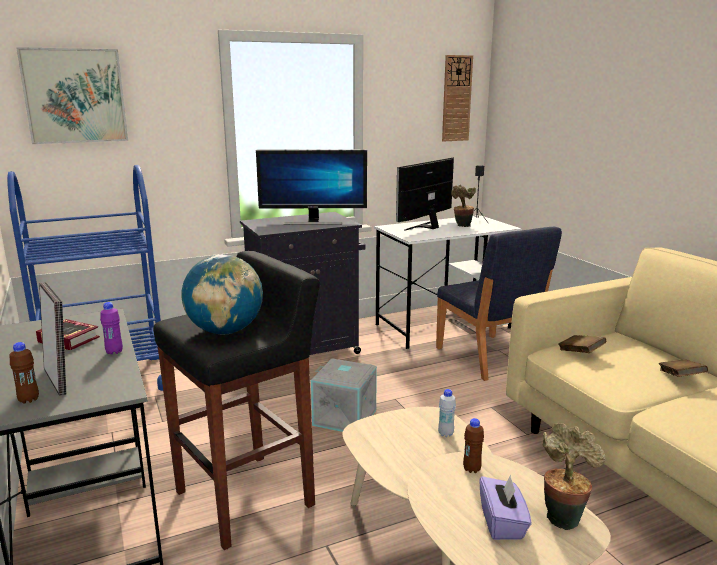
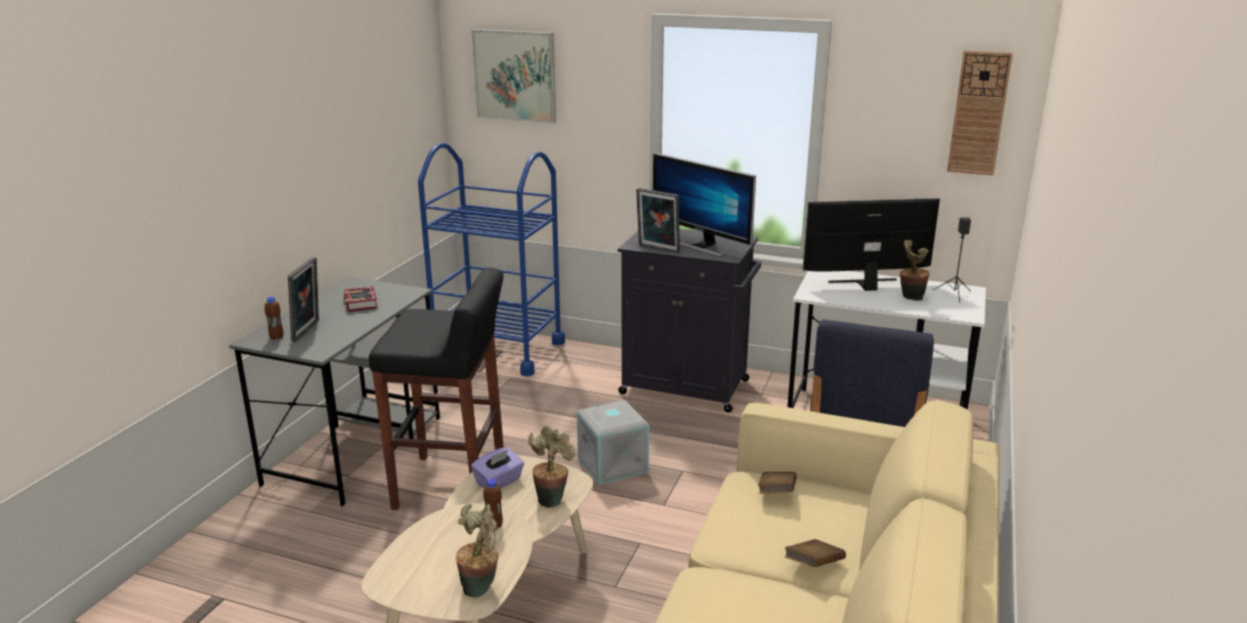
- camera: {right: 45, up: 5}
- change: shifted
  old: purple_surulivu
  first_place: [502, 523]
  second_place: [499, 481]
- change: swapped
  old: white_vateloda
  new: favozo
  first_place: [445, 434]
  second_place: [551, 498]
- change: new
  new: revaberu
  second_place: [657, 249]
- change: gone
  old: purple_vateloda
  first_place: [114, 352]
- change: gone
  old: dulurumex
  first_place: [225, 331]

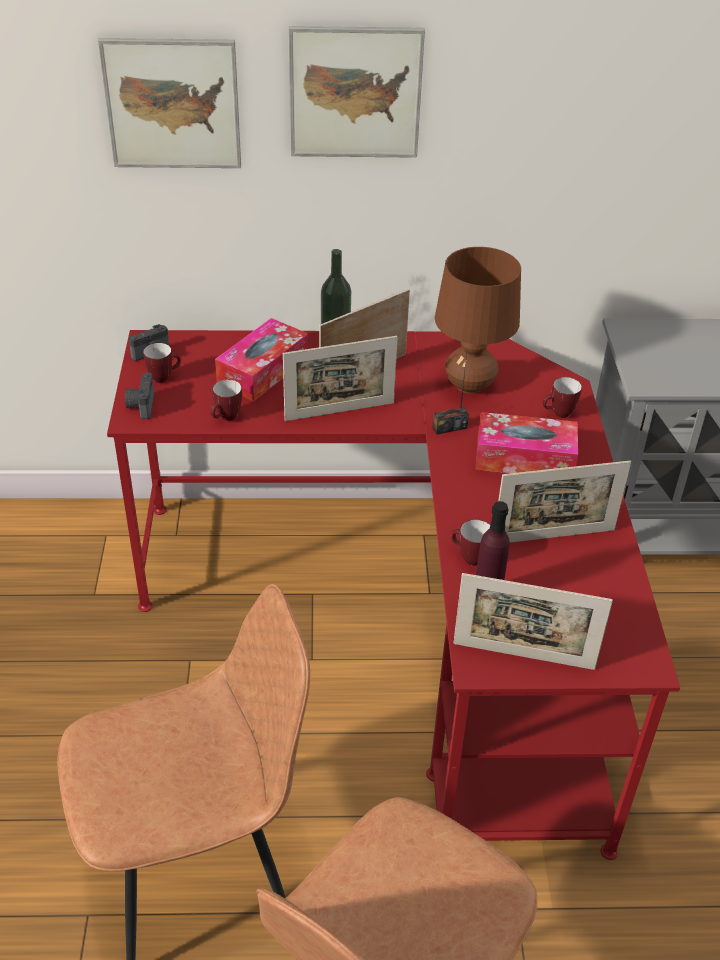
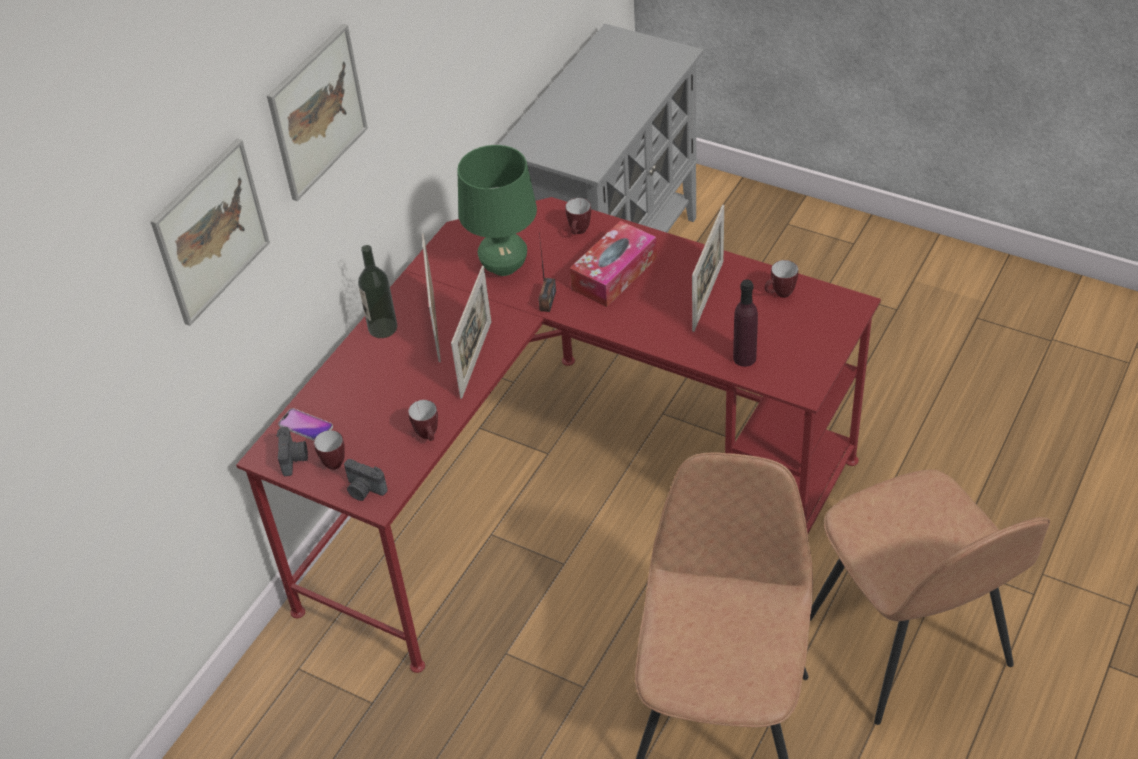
- camera: {right: -55, up: 5}
- change: new
  new: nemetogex
  second_place: [305, 426]
- change: repainted
  old: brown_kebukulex
  new: green_kebukulex
  first_place: [469, 385]
  second_place: [504, 267]
- change: shifted
  old: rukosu
  first_place: [468, 558]
  second_place: [780, 295]
- change: gone
  old: surulivu
  first_place: [263, 371]
- change: gone
  old: revaberu
  first_place: [523, 656]

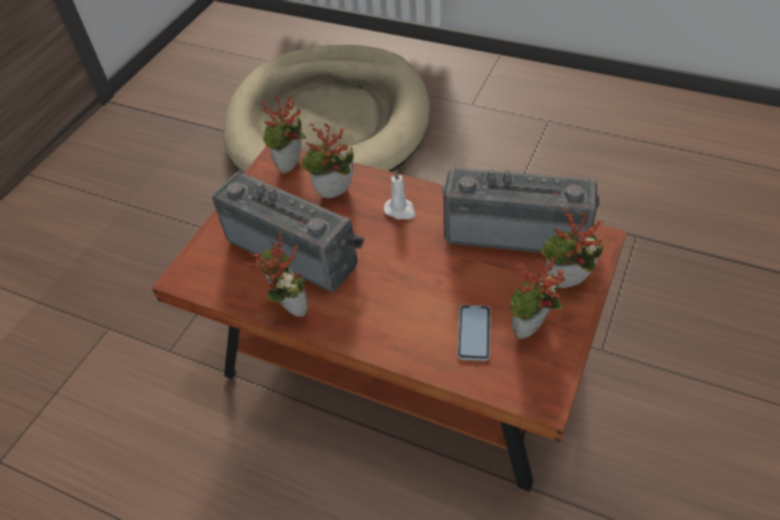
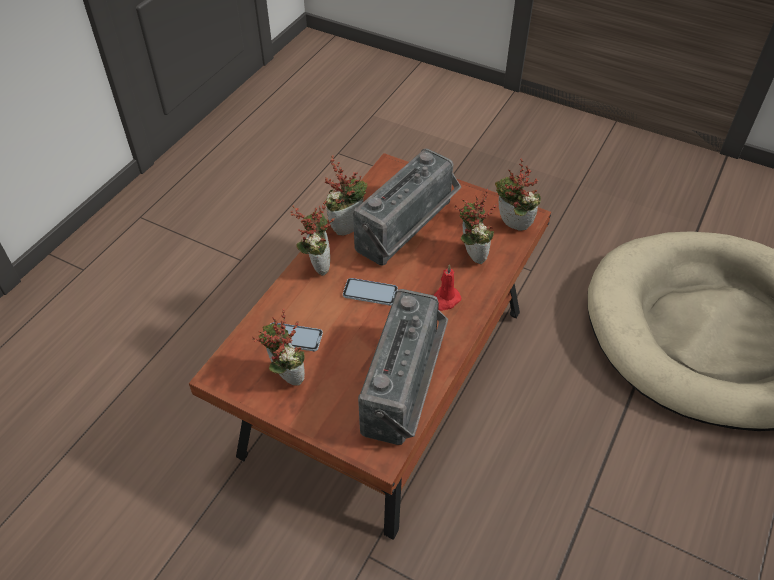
- camera: {right: 90, up: 0}
- change: shifted
  old: favozo
  first_place: [566, 286]
  second_place: [317, 264]
- change: new
  new: nemetogex
  second_place: [370, 292]
- change: repainted
  old: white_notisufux
  new: red_notisufux
  first_place: [400, 210]
  second_place: [445, 300]

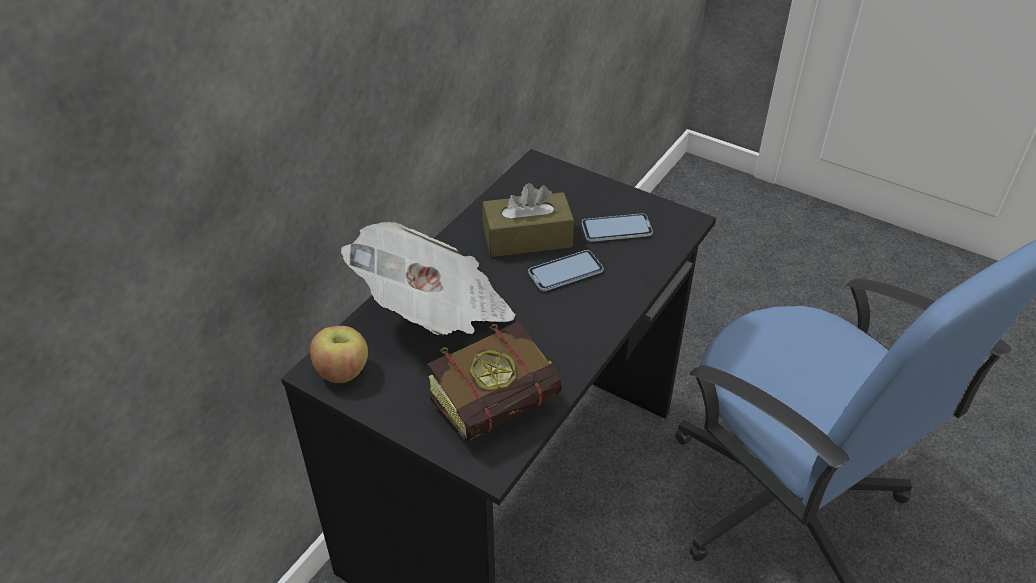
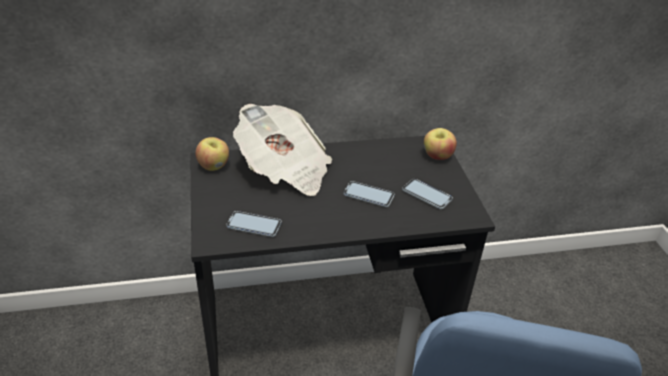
- camera: {right: 45, up: -5}
- change: swapped
  old: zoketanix
  new: nemetogex
  first_place: [506, 402]
  second_place: [254, 225]
- change: new
  new: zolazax
  second_place: [437, 156]
- change: gone
  old: brown_surulivu
  first_place: [527, 238]

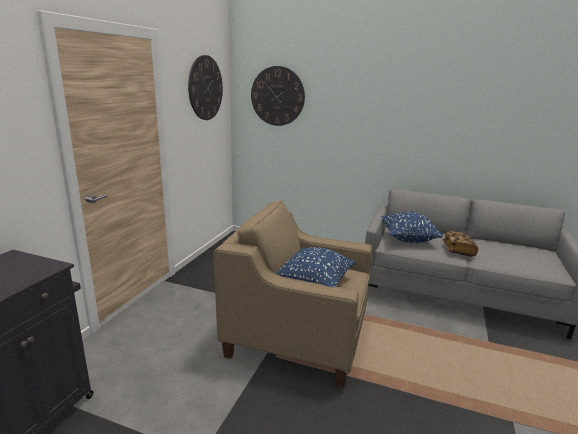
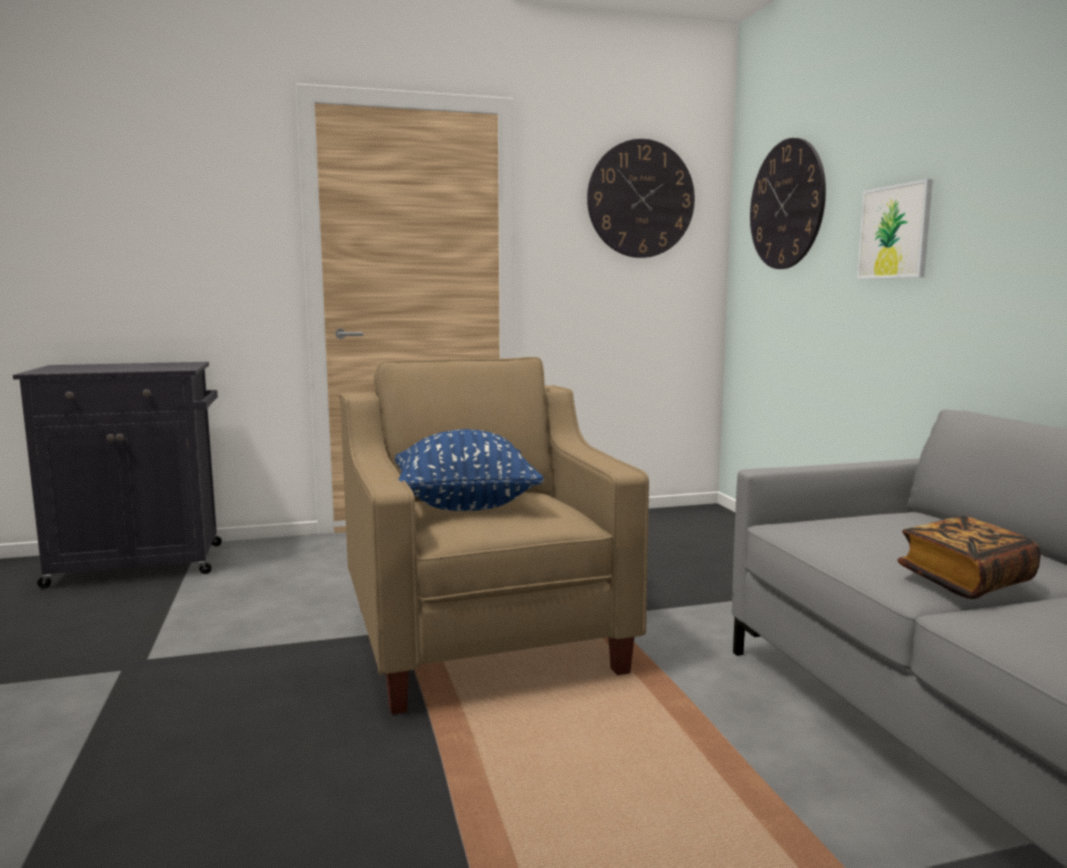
- camera: {right: 55, up: -10}
- change: new
  new: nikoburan
  second_place: [894, 232]
- change: gone
  old: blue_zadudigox
  first_place: [408, 239]

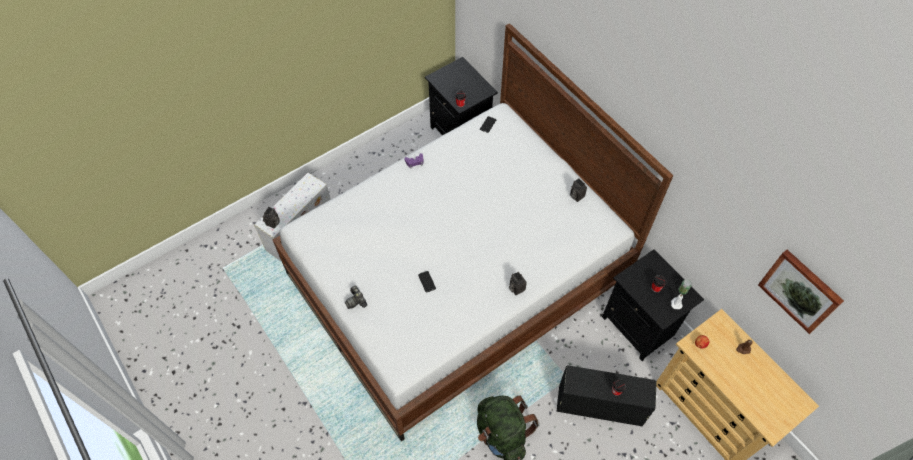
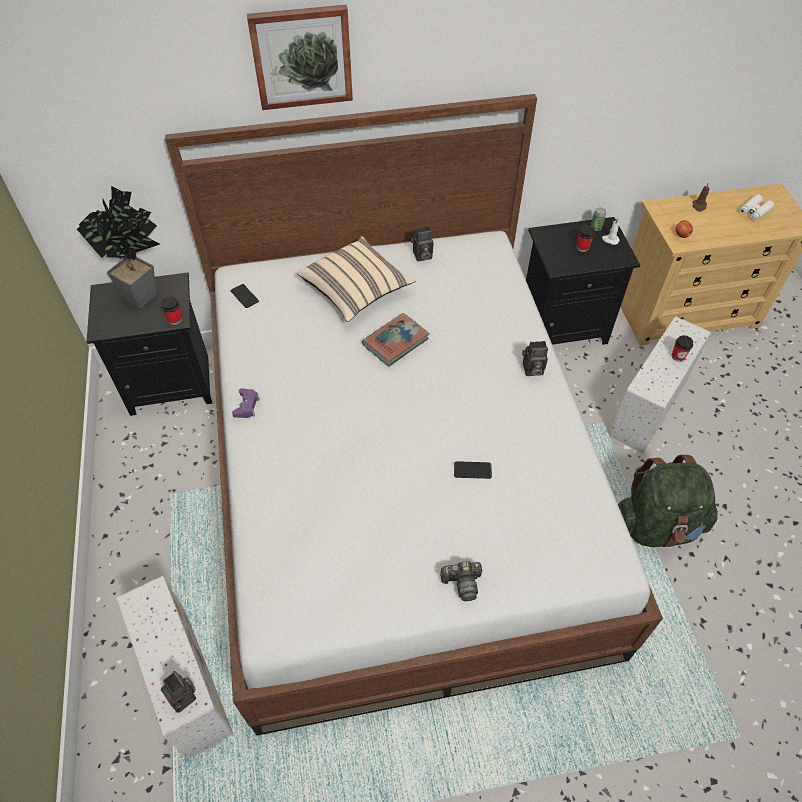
- camera: {right: -65, up: -5}
- change: new
  new: favozo
  second_place: [146, 295]
- change: shifted
  old: nikoburan
  first_place: [800, 290]
  second_place: [302, 57]
- change: new
  new: beige_zadudigox
  second_place: [356, 290]
- change: new
  new: zoketanix
  second_place: [395, 342]
- change: repainted
  old: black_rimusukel
  new: white_rimusukel
  first_place: [598, 405]
  second_place: [648, 407]
- change: new
  new: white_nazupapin
  second_place: [754, 211]

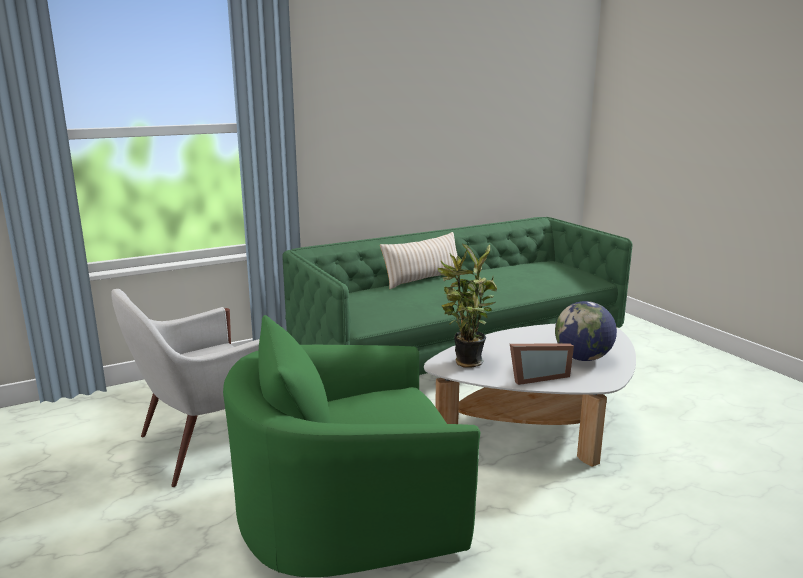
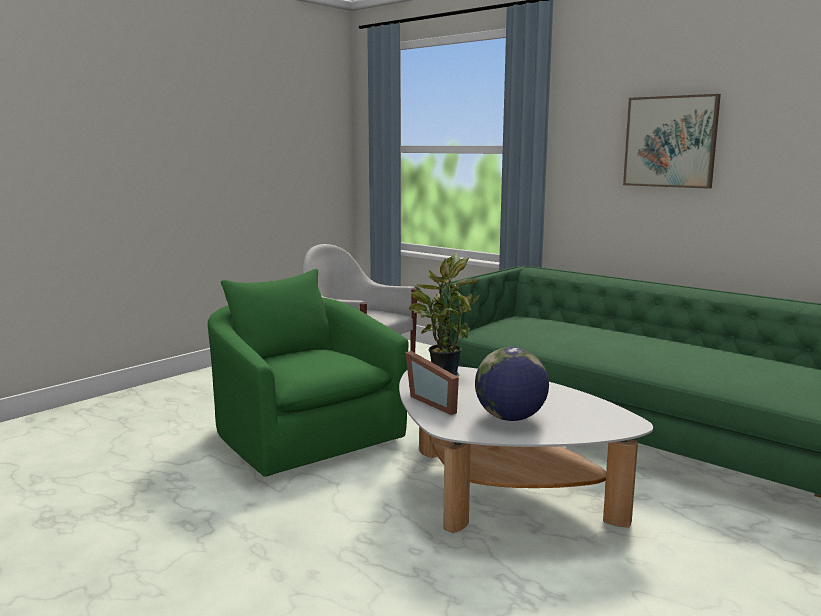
- camera: {right: 70, up: -5}
- change: new
  new: nikoburan
  second_place: [670, 142]
- change: gone
  old: beige_zadudigox
  first_place: [423, 279]

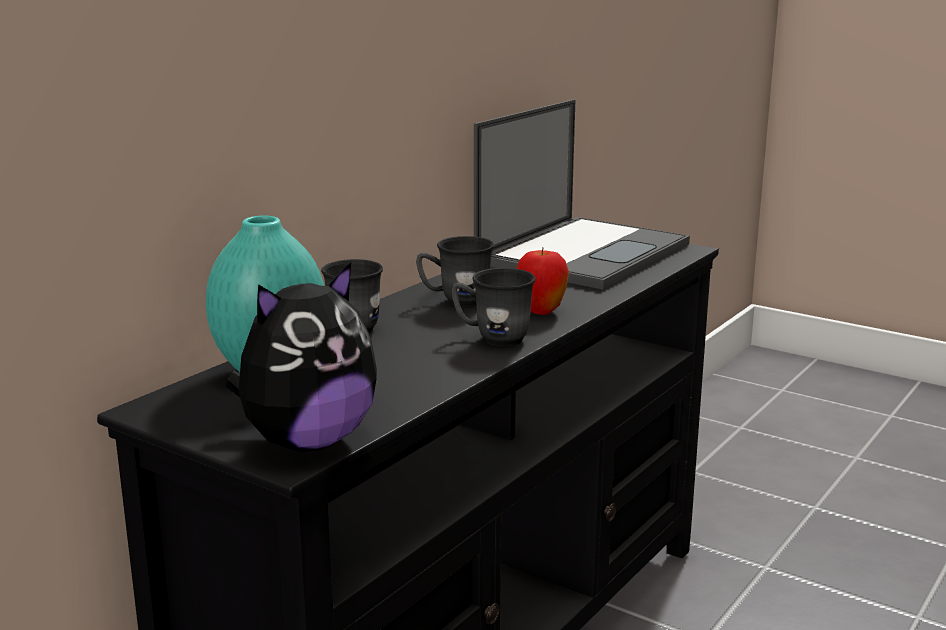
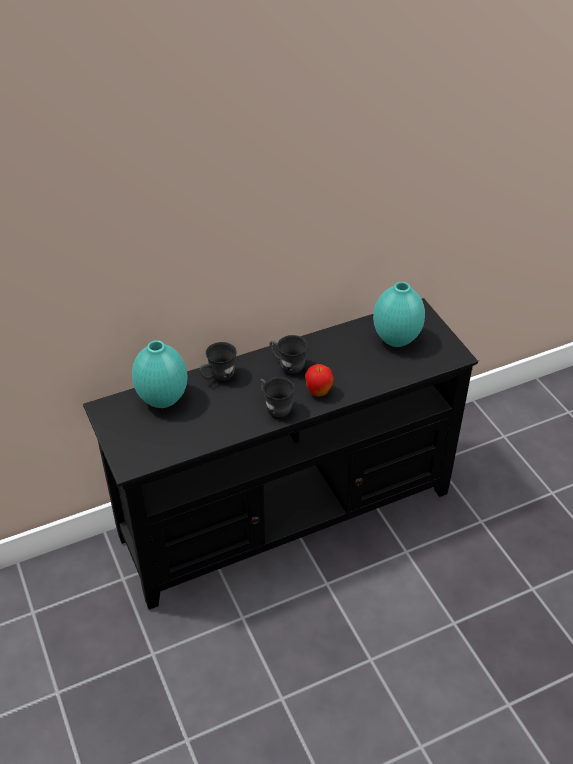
- camera: {right: 30, up: 25}
- change: swapped
  old: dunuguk
  new: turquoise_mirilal
  first_place: [584, 253]
  second_place: [396, 339]
- change: gone
  old: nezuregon
  first_place: [307, 441]

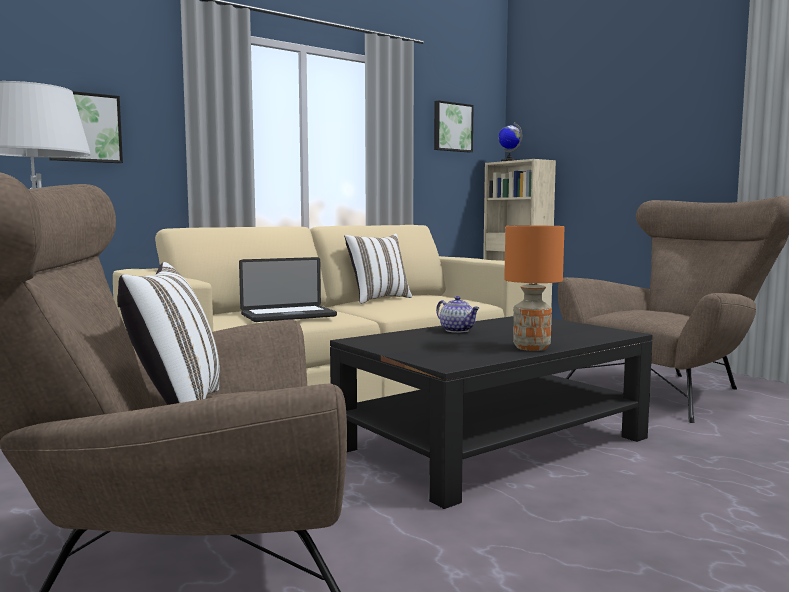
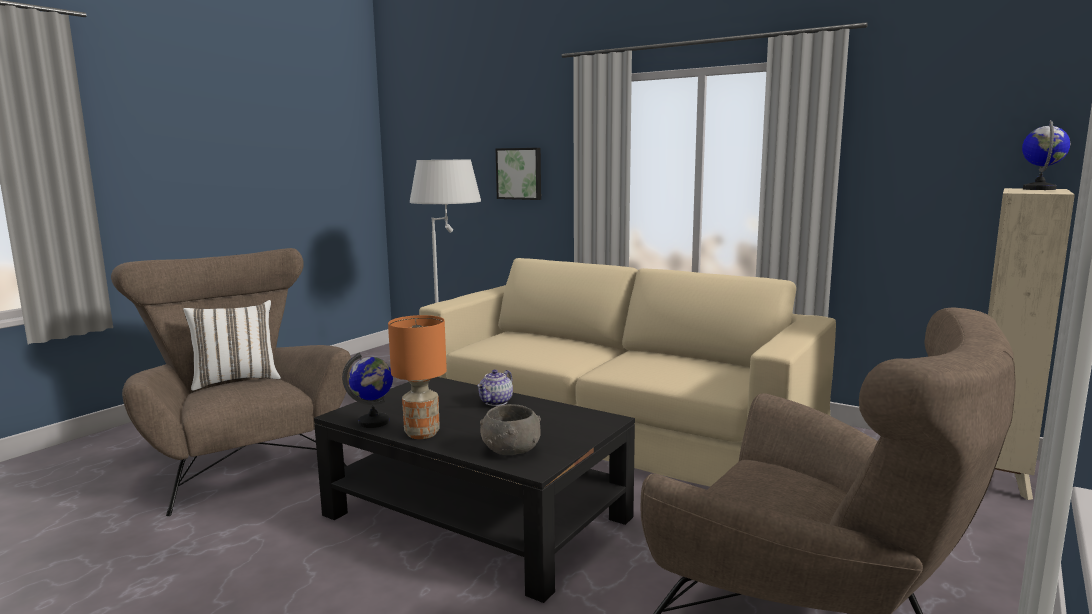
- camera: {right: 70, up: 5}
- change: new
  new: dulurumex
  second_place: [374, 422]
- change: new
  new: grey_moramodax
  second_place: [510, 450]
- change: gone
  old: dunuguk
  first_place: [288, 315]
- change: gone
  old: white_zadudigox
  first_place: [378, 299]
- change: gone
  old: nikoburan
  first_place: [452, 127]

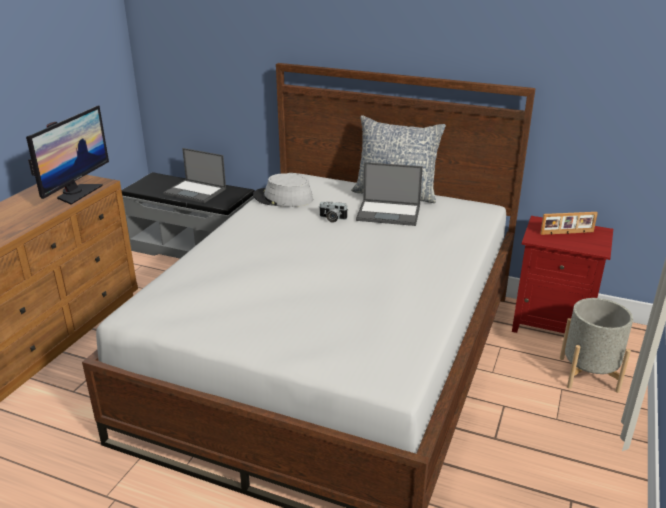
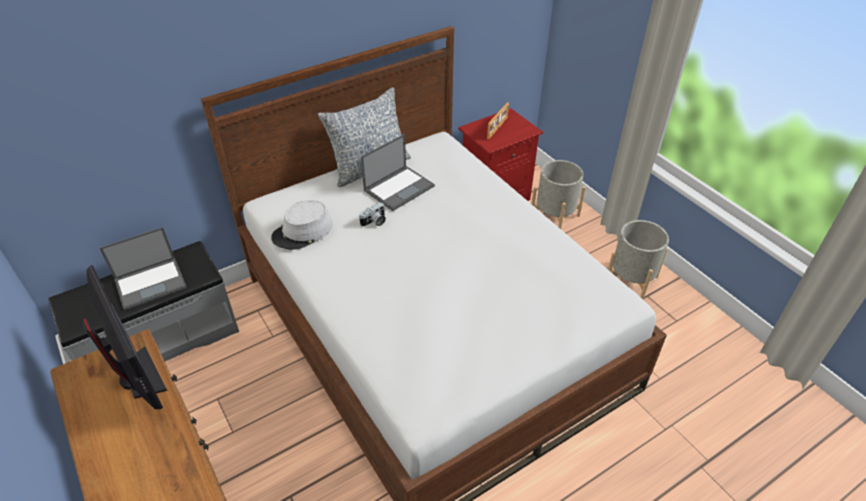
- camera: {right: -55, up: 15}
- change: new
  new: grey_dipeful
  second_place: [631, 280]

